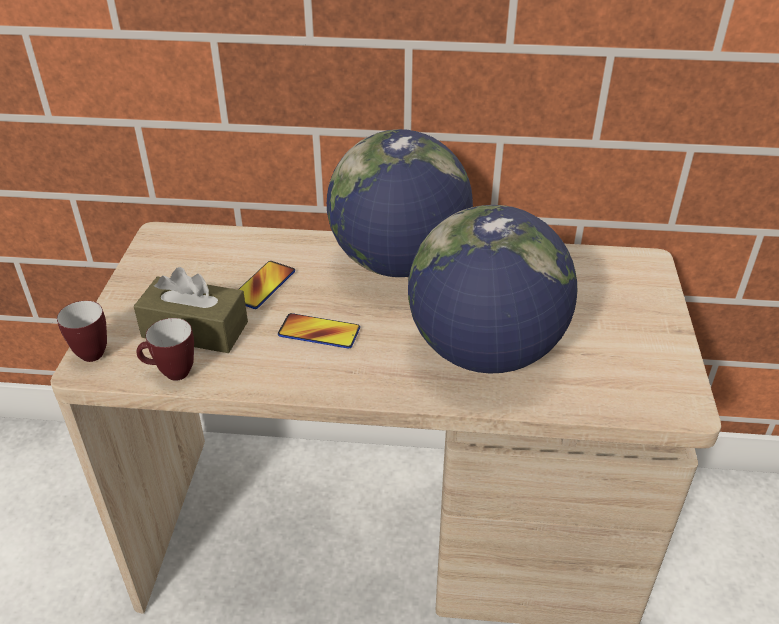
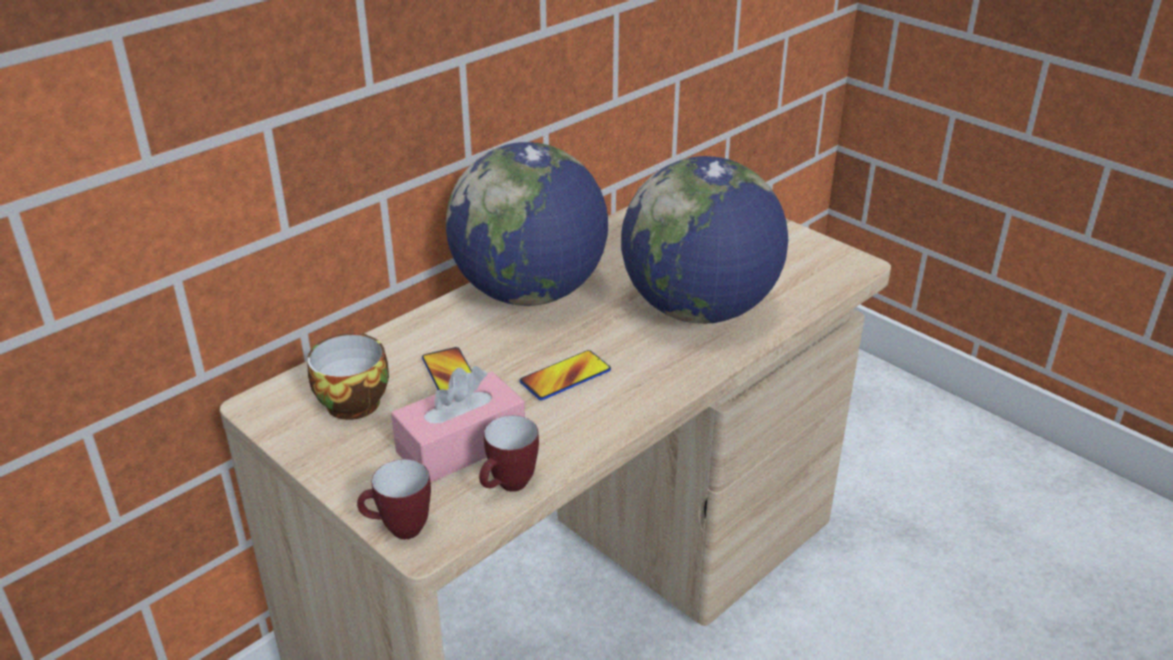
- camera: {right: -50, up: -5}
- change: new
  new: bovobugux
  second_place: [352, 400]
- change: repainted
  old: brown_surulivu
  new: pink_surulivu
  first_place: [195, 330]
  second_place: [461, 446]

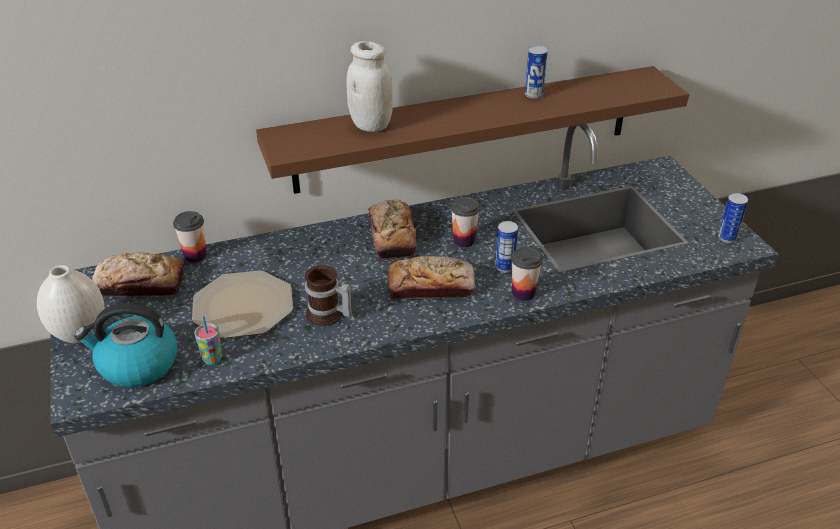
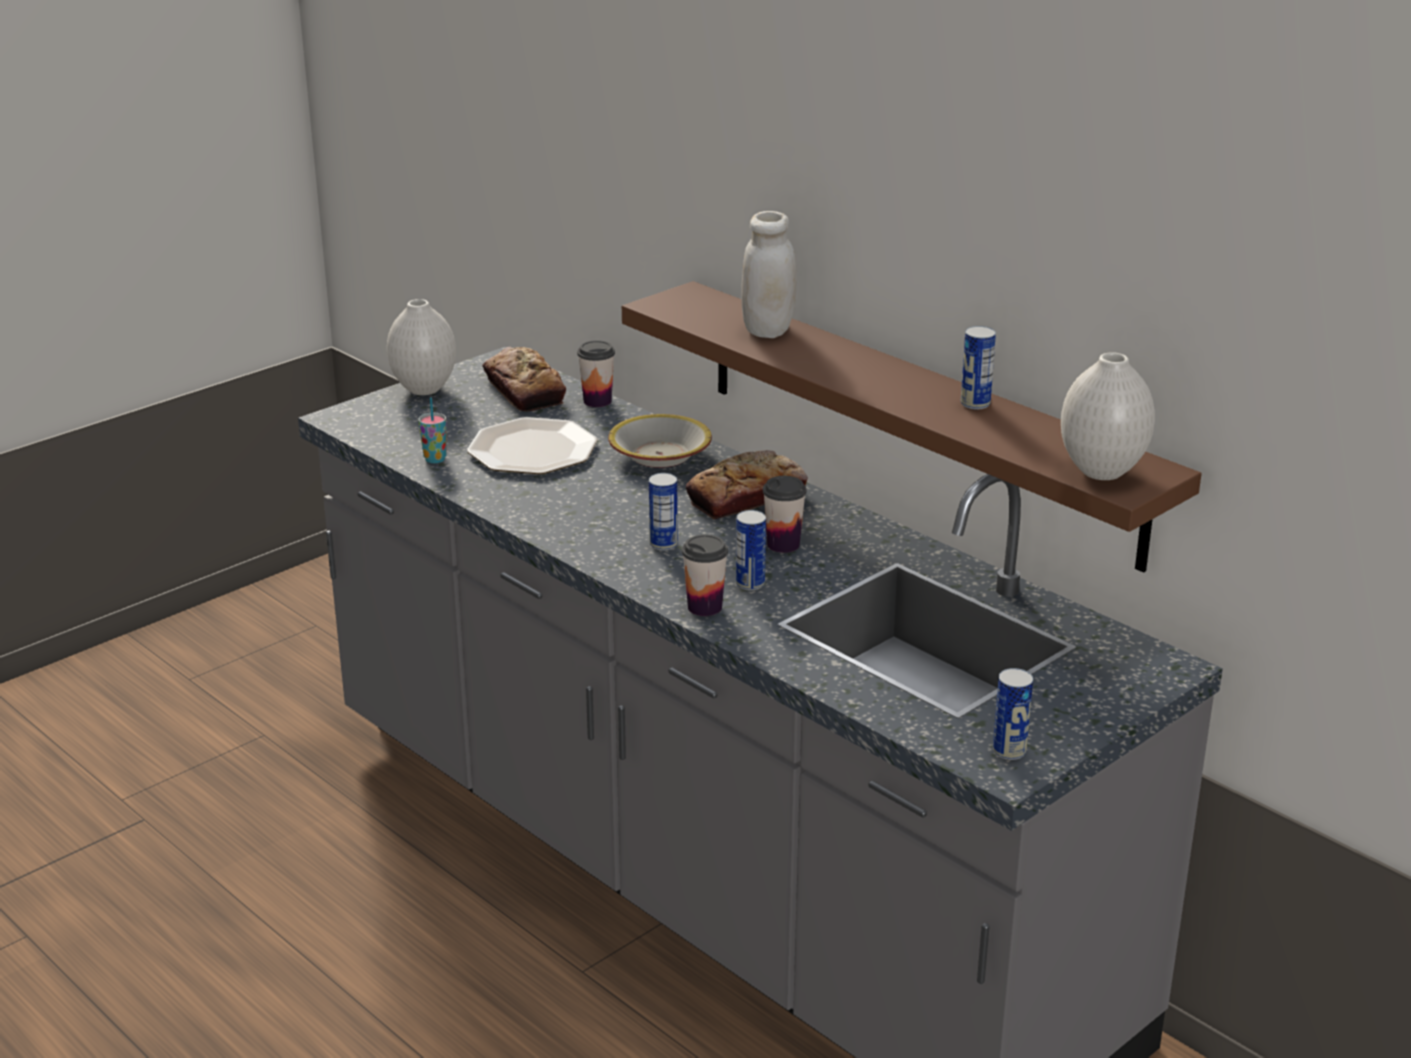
- camera: {right: 65, up: -10}
- change: new
  new: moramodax
  second_place: [659, 455]
- change: swapped
  old: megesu
  new: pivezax
  first_place: [431, 286]
  second_place: [663, 544]
- change: new
  new: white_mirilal
  second_place: [1102, 472]
- change: gone
  old: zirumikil
  first_place: [137, 365]
- change: gone
  old: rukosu
  first_place: [327, 315]

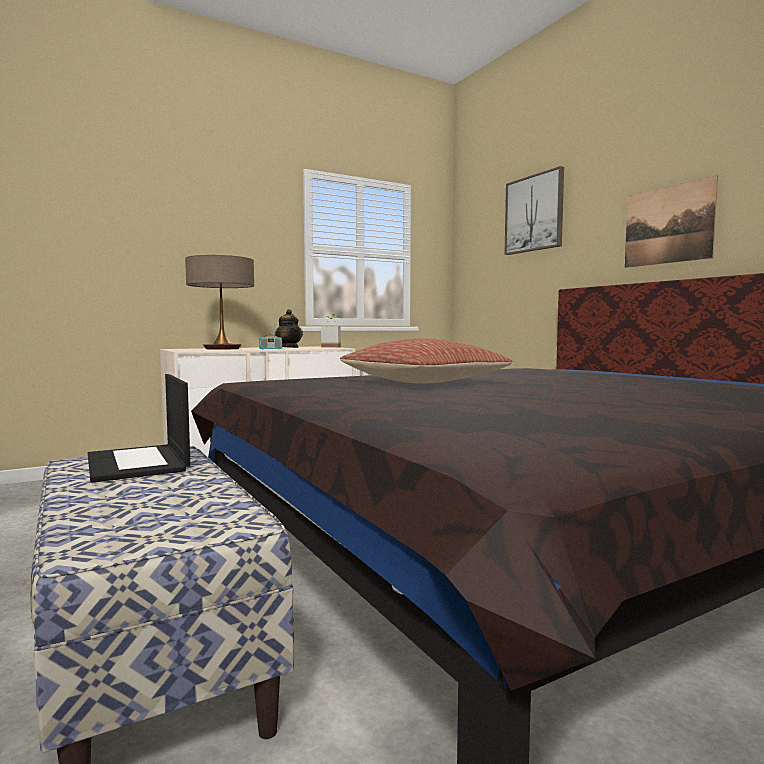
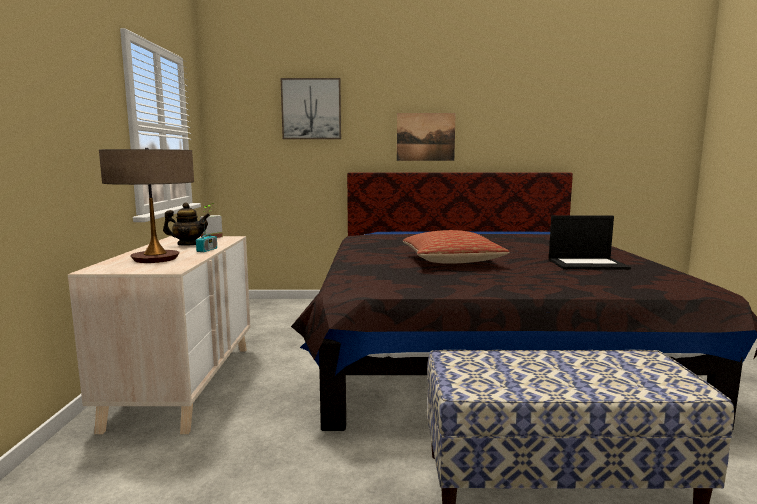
- camera: {right: -60, up: 5}
- change: shifted
  old: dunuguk
  first_place: [138, 463]
  second_place: [587, 264]

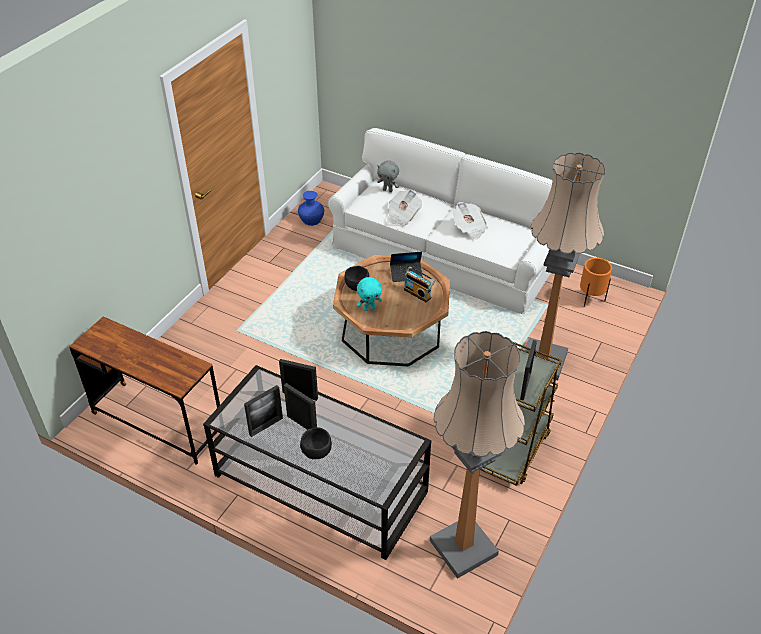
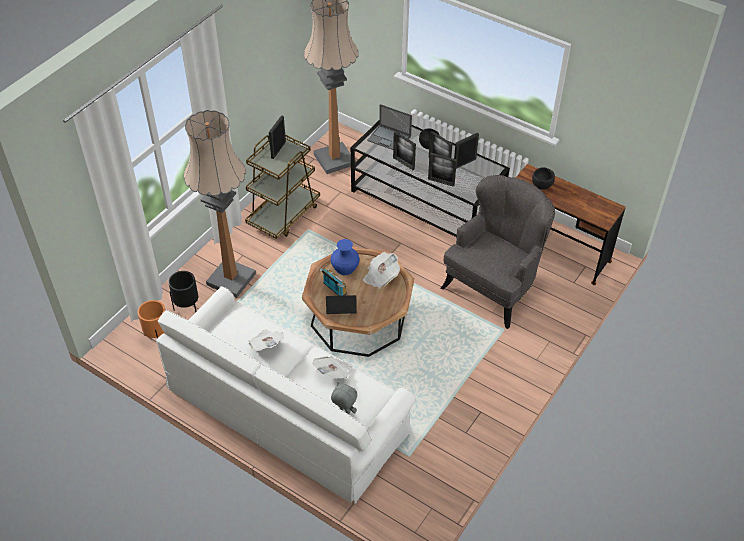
- camera: {right: -175, up: 5}
- change: new
  new: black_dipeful
  second_place: [187, 308]
- change: shifted
  old: blue_mirilal
  first_place: [311, 220]
  second_place: [345, 267]
- change: swapped
  old: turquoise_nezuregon
  new: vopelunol
  first_place: [369, 308]
  second_place: [380, 277]
- change: new
  new: dunuguk
  second_place: [389, 138]
- change: new
  new: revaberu
  second_place: [403, 163]
- change: new
  new: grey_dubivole
  second_place: [493, 287]
- change: shifted
  old: black_moramodax
  first_place: [356, 286]
  second_place: [542, 186]

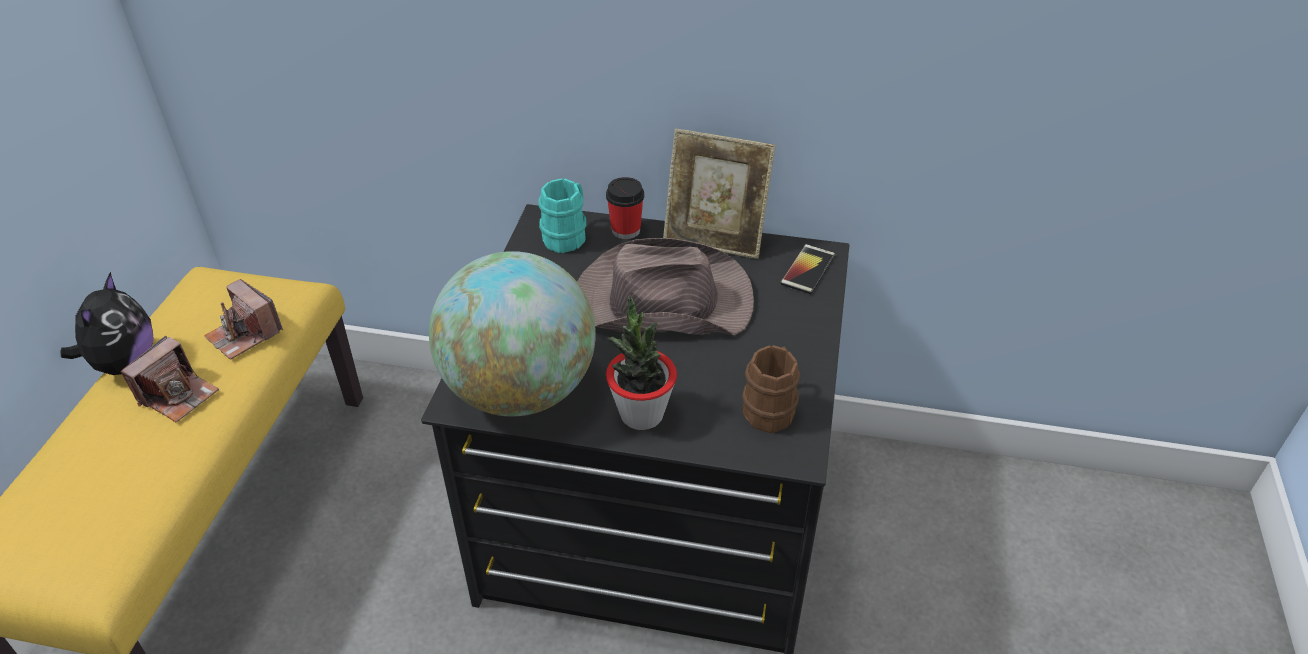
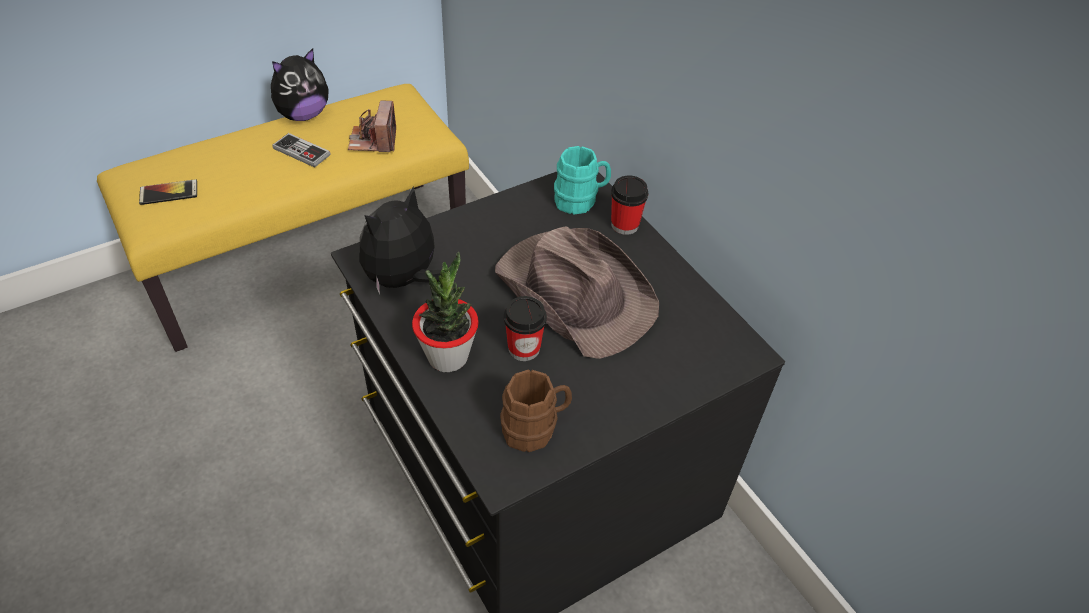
- camera: {right: 45, up: 5}
- change: shifted
  old: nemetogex
  first_place: [808, 270]
  second_place: [169, 193]
- change: swapped
  old: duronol
  new: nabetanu
  first_place: [178, 395]
  second_place: [301, 152]
- change: swapped
  old: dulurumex
  new: nezuregon
  first_place: [520, 390]
  second_place: [404, 280]
- change: new
  new: bovobugux
  second_place: [524, 348]
- change: gone
  old: revaberu
  first_place: [715, 239]

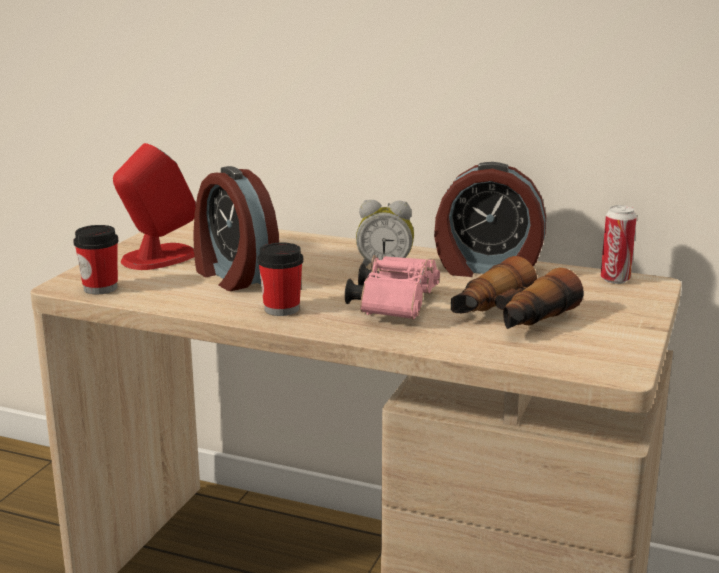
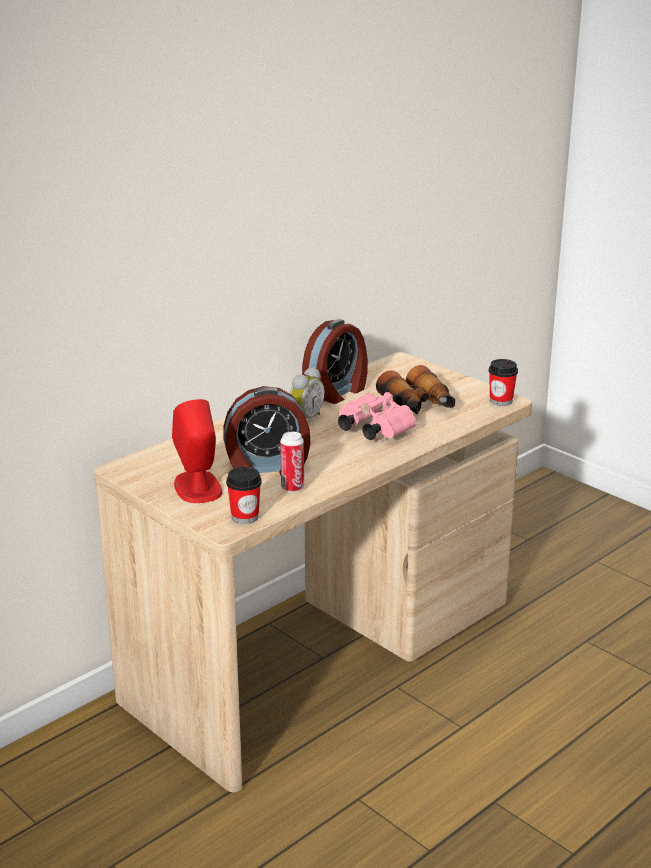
- camera: {right: -65, up: 5}
- change: shifted
  old: pivezax
  first_place: [615, 279]
  second_place: [292, 488]
- change: shifted
  old: bovobugux
  first_place: [281, 309]
  second_place: [501, 401]

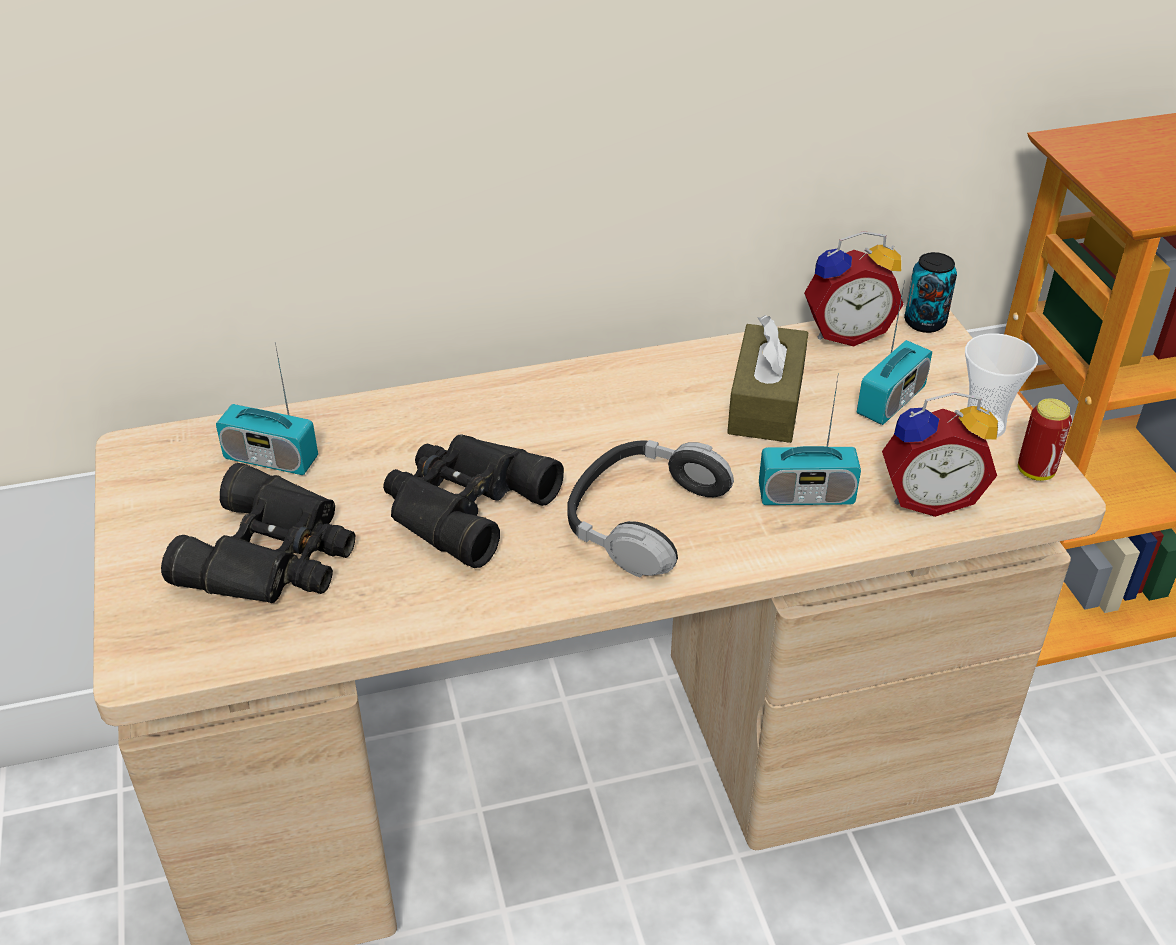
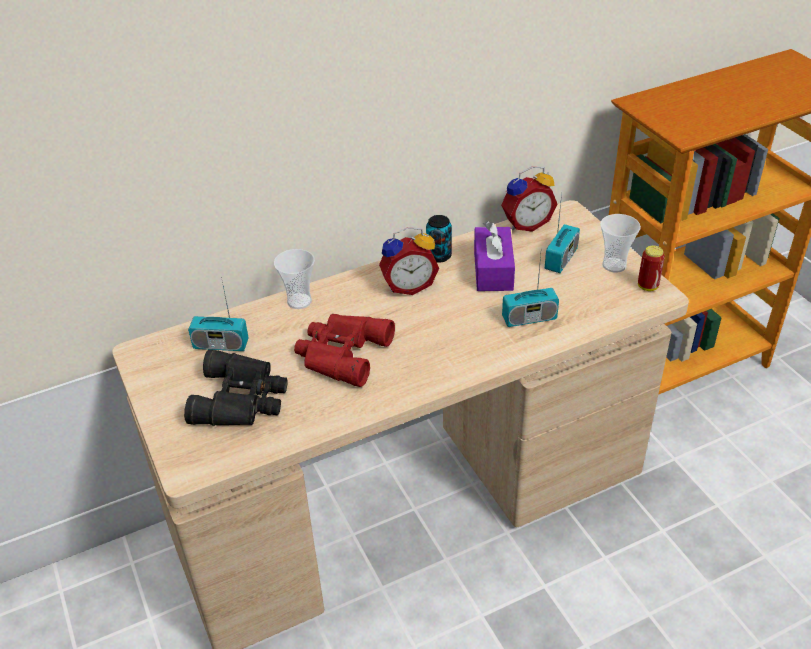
- camera: {right: -10, up: 0}
- change: new
  new: bovobugux
  second_place: [299, 301]
- change: repainted
  old: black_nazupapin
  new: red_nazupapin
  first_place: [462, 505]
  second_place: [340, 354]
- change: shifted
  old: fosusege
  first_place: [928, 497]
  second_place: [408, 285]
- change: shifted
  old: pivezax
  first_place: [924, 322]
  second_place: [439, 256]
- change: repainted
  old: brown_surulivu
  new: purple_surulivu
  first_place: [766, 402]
  second_place: [493, 270]
- change: gone
  old: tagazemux
  first_place: [643, 518]

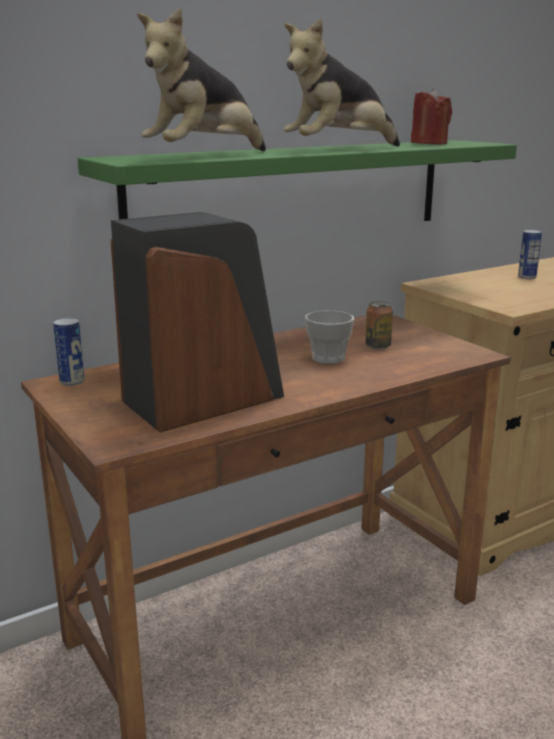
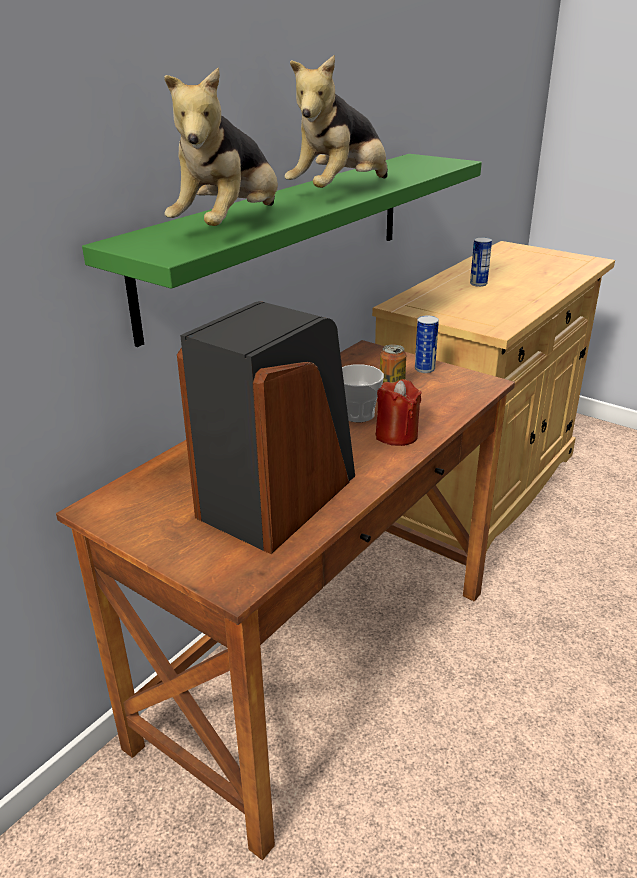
- camera: {right: -20, up: 10}
- change: shifted
  old: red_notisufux
  first_place: [429, 143]
  second_place: [396, 435]
- change: shifted
  old: pivezax
  first_place: [72, 382]
  second_place: [424, 369]

